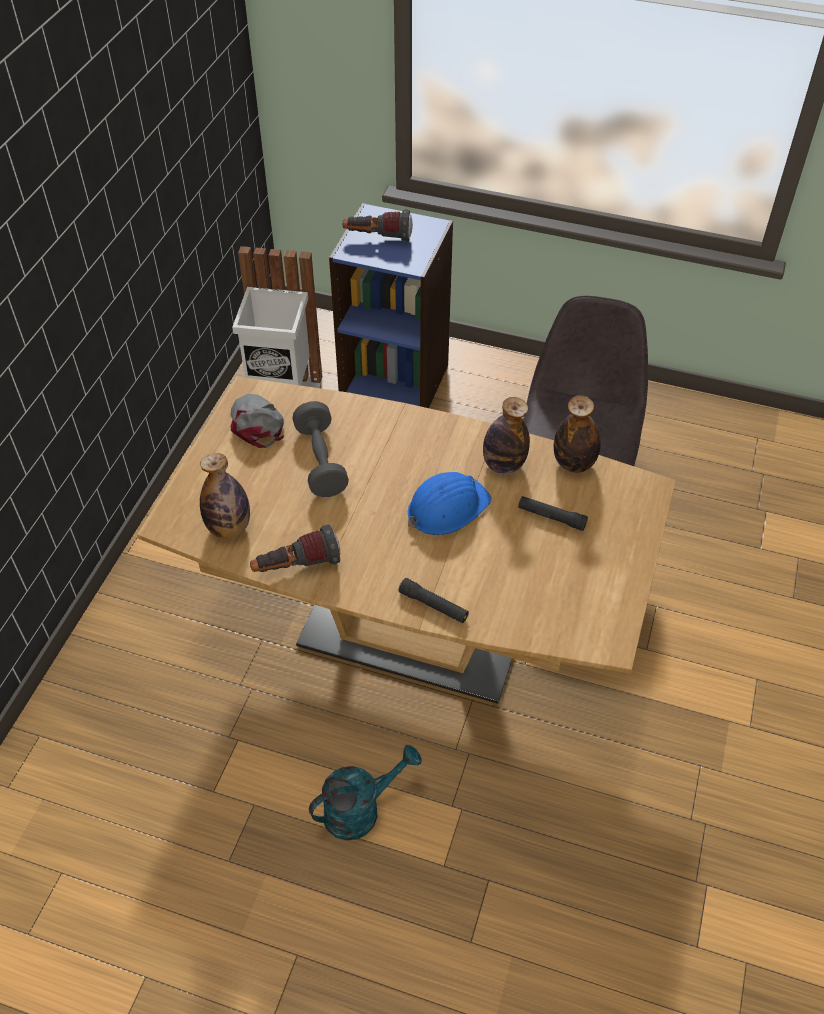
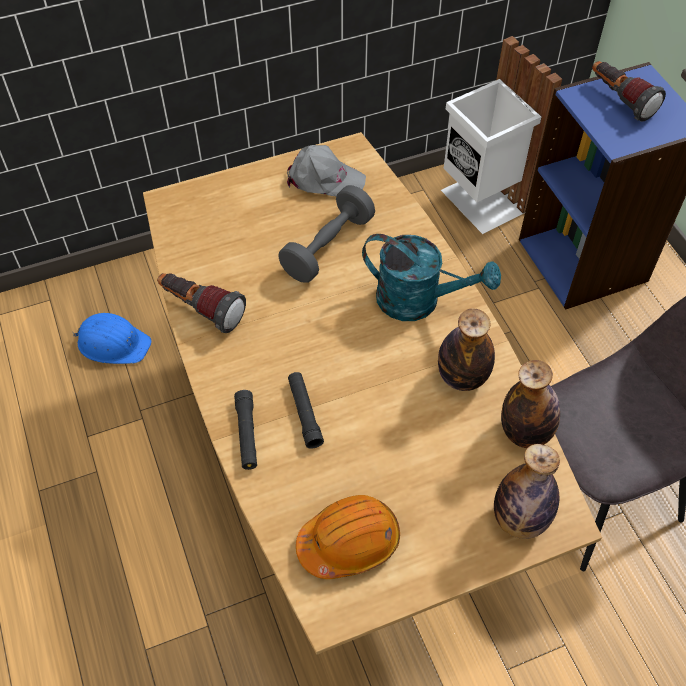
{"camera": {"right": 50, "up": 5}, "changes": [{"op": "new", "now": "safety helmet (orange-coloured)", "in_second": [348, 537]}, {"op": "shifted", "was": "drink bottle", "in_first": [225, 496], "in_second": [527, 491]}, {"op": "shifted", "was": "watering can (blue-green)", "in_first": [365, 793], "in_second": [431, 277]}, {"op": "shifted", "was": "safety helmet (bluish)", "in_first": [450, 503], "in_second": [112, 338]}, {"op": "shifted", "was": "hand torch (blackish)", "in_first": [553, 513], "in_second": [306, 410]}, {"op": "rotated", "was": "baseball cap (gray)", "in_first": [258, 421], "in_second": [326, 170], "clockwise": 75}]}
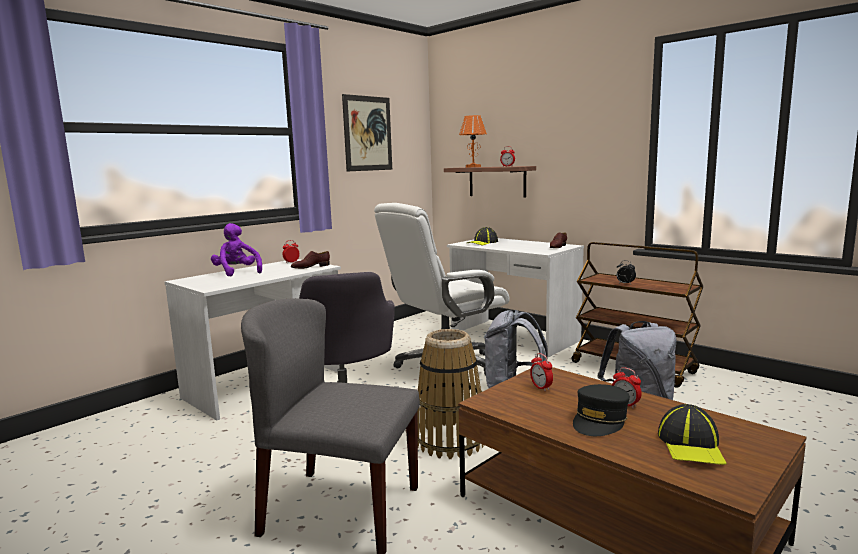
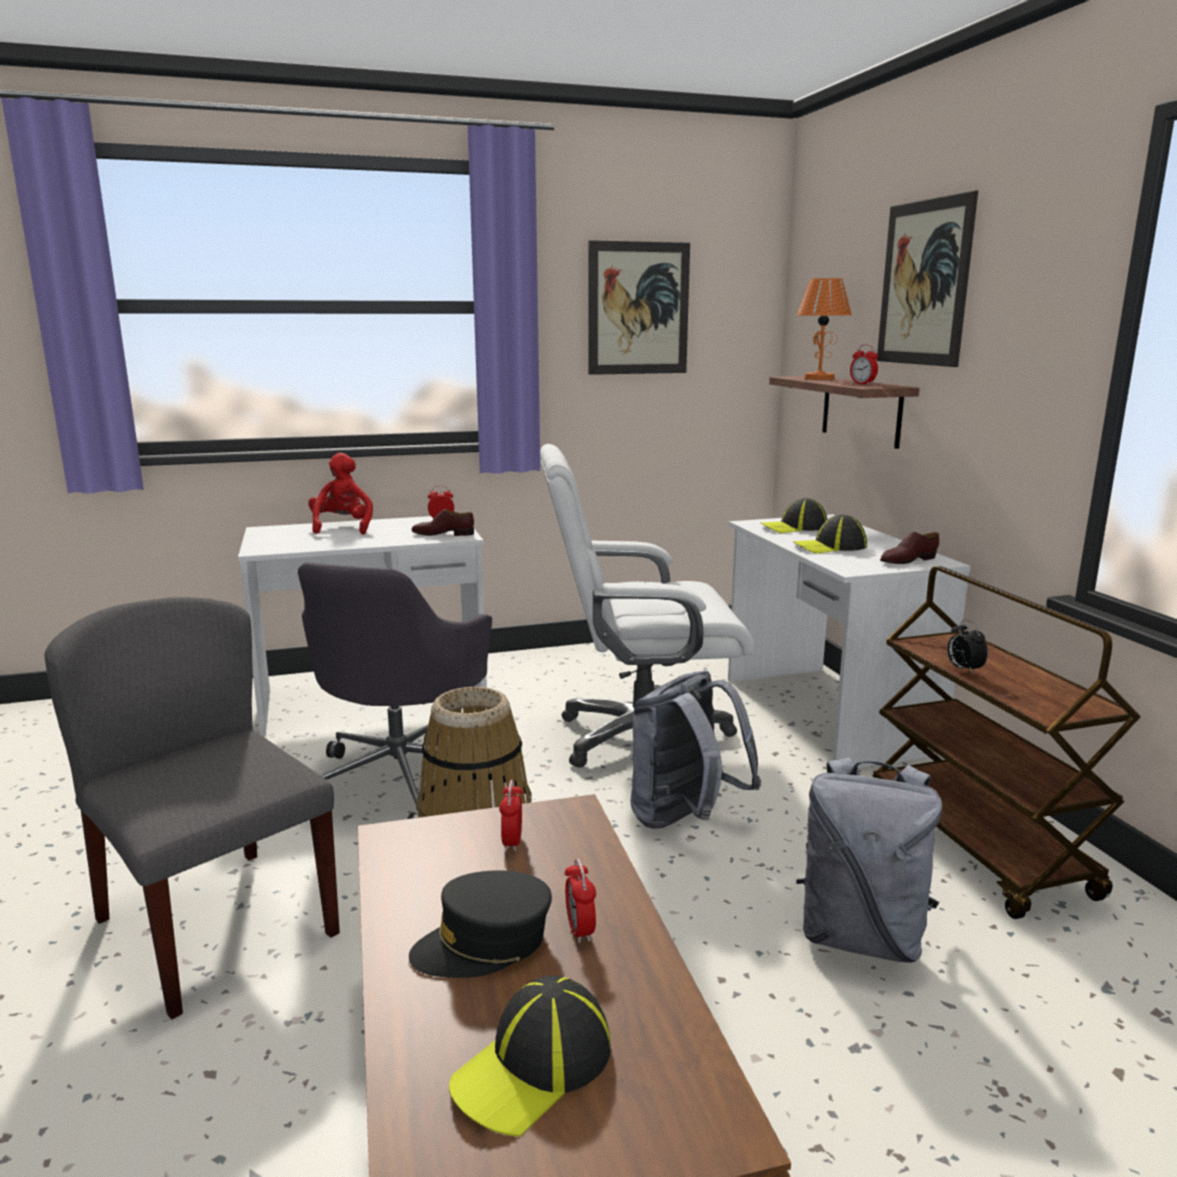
{"camera": {"right": 30, "up": 5}, "changes": [{"op": "new", "now": "baseball cap", "in_second": [830, 534]}, {"op": "new", "now": "wall art", "in_second": [927, 278]}, {"op": "repainted", "was": "plush toy (purplish)", "now": "plush toy (red-coloured)", "in_first": [236, 250], "in_second": [340, 494]}]}
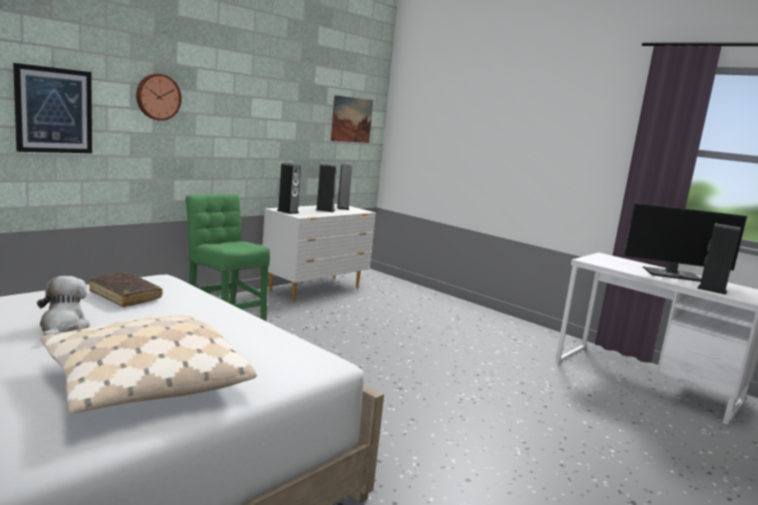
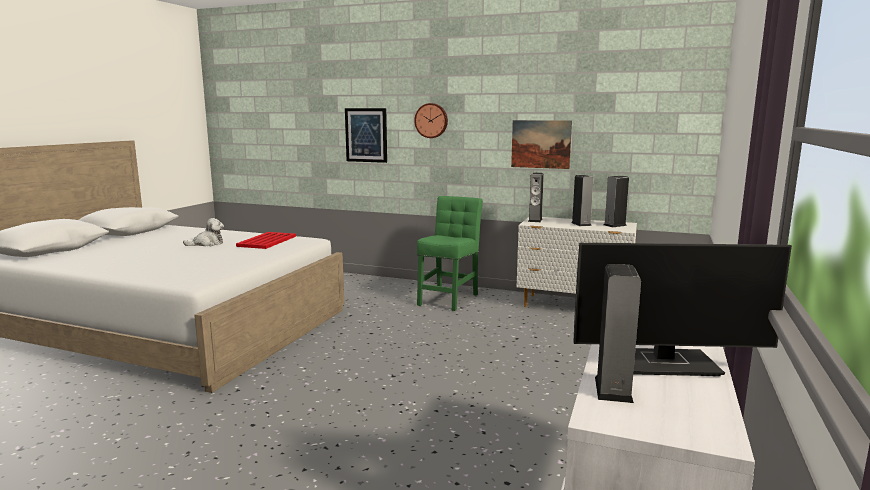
{"camera": {"right": 70, "up": 0}, "changes": [{"op": "gone", "was": "cushion (beige)", "in_first": [148, 364]}, {"op": "shifted", "was": "wall art", "in_first": [352, 119], "in_second": [541, 144]}, {"op": "swapped", "was": "book (brown)", "now": "tray (red-coloured)", "in_first": [126, 289], "in_second": [266, 240]}, {"op": "rotated", "was": "monitor", "in_first": [685, 242], "in_second": [682, 309], "clockwise": -75}]}
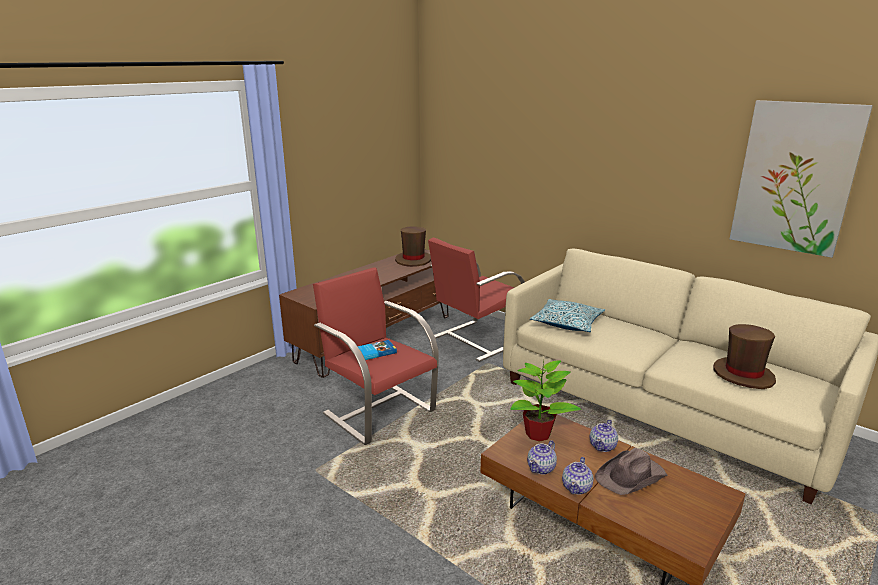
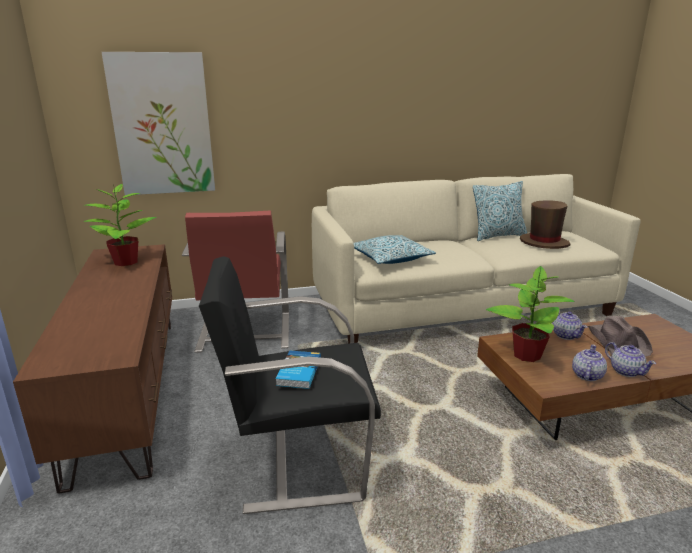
{"camera": {"right": -55, "up": 0}, "changes": [{"op": "new", "now": "cushion", "in_second": [500, 211]}, {"op": "shifted", "was": "wall art", "in_first": [801, 179], "in_second": [158, 123]}, {"op": "swapped", "was": "hat (brown)", "now": "houseplant", "in_first": [413, 246], "in_second": [120, 224]}, {"op": "repainted", "was": "lounge chair (red-coloured)", "now": "lounge chair (blackish)", "in_first": [375, 356], "in_second": [290, 385]}, {"op": "rotated", "was": "teapot", "in_first": [542, 457], "in_second": [589, 362], "clockwise": -135}]}
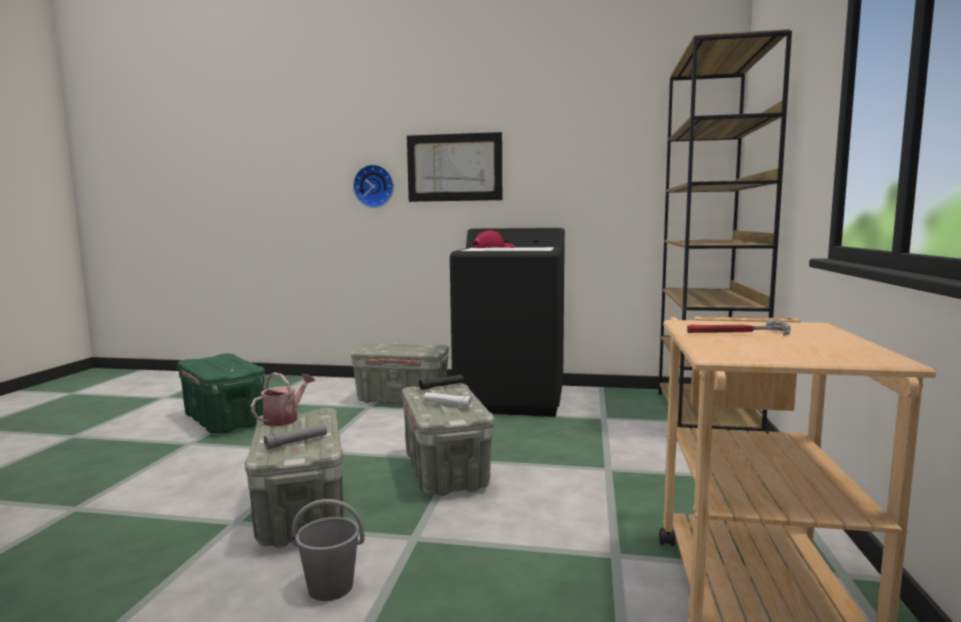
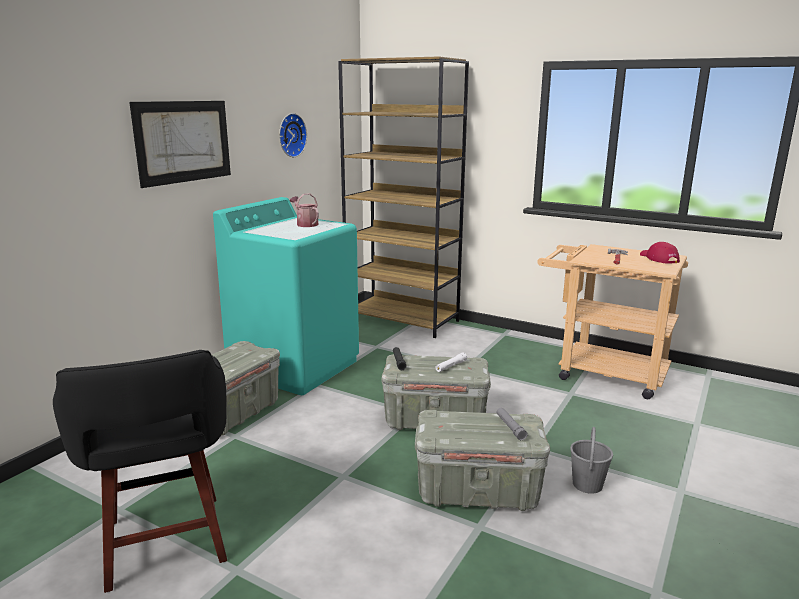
{"camera": {"right": -70, "up": 10}, "changes": [{"op": "shifted", "was": "watering can", "in_first": [283, 399], "in_second": [304, 210]}, {"op": "shifted", "was": "wall clock", "in_first": [373, 186], "in_second": [293, 135]}, {"op": "shifted", "was": "baseball cap (red-coloured)", "in_first": [493, 239], "in_second": [660, 252]}, {"op": "swapped", "was": "storage bin (greenish)", "now": "sitting stool (blackish)", "in_first": [221, 393], "in_second": [140, 471]}, {"op": "repainted", "was": "laundry appliance (blackish)", "now": "laundry appliance (blue-green)", "in_first": [507, 322], "in_second": [286, 296]}]}
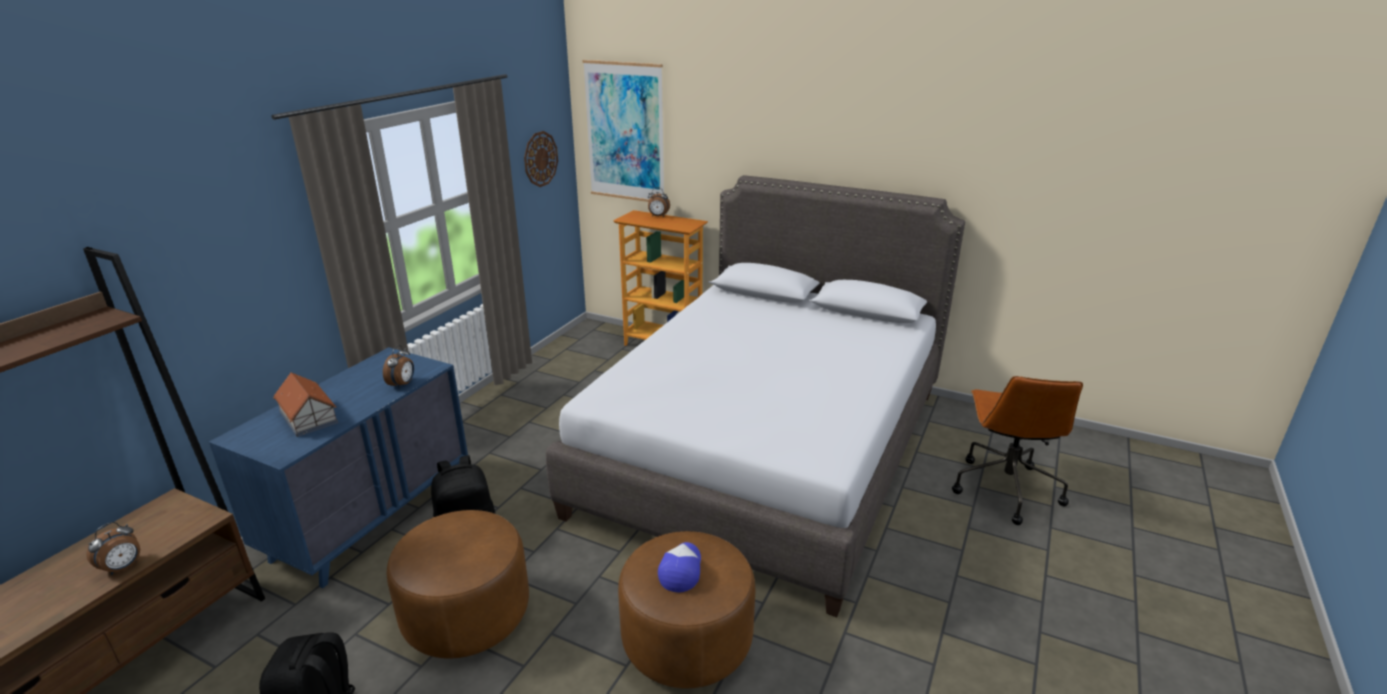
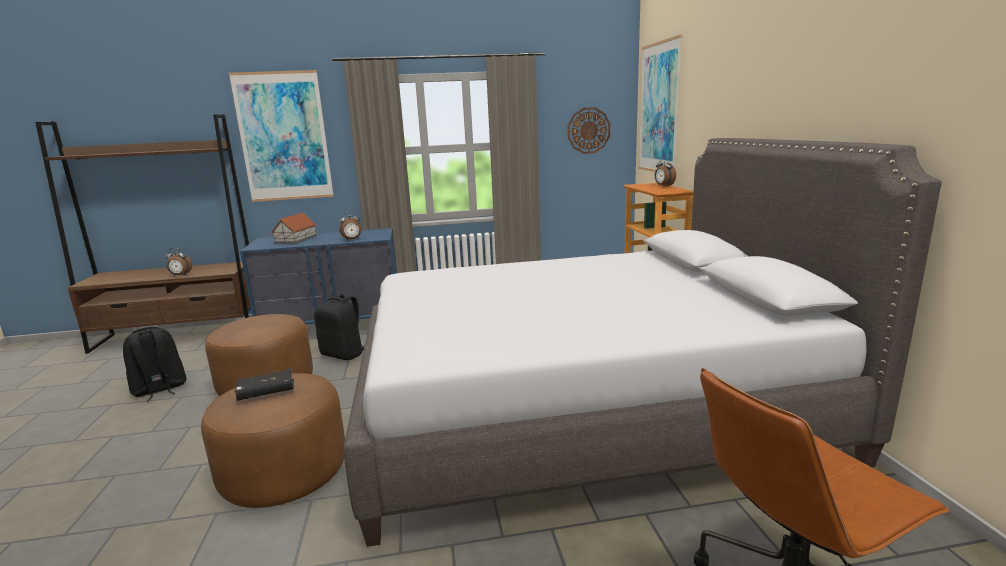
{"camera": {"right": 55, "up": -10}, "changes": [{"op": "new", "now": "wall art", "in_second": [281, 136]}, {"op": "swapped", "was": "baseball cap", "now": "book (blackish)", "in_first": [679, 567], "in_second": [264, 384]}]}
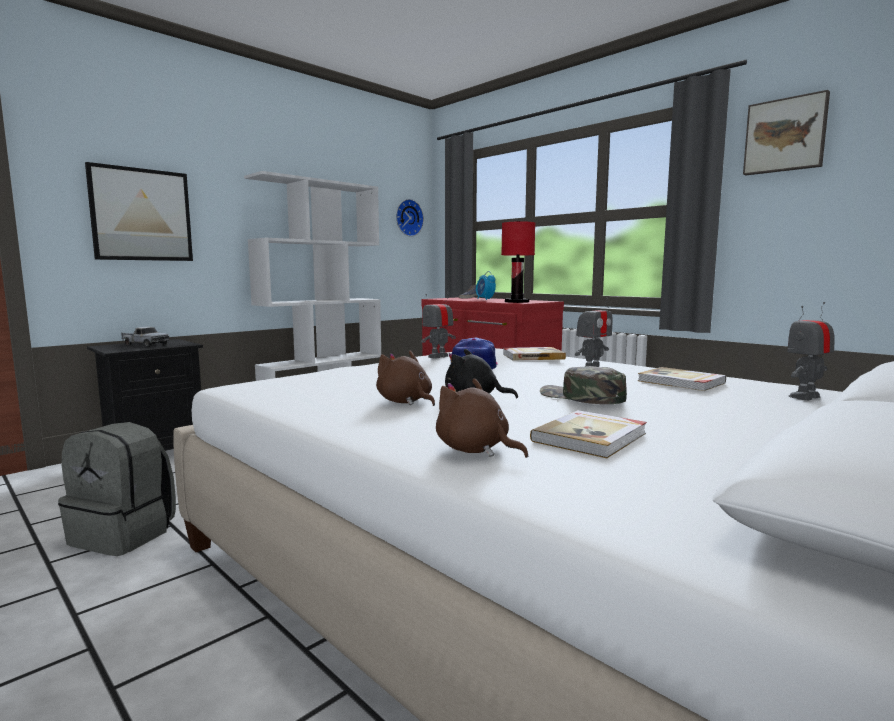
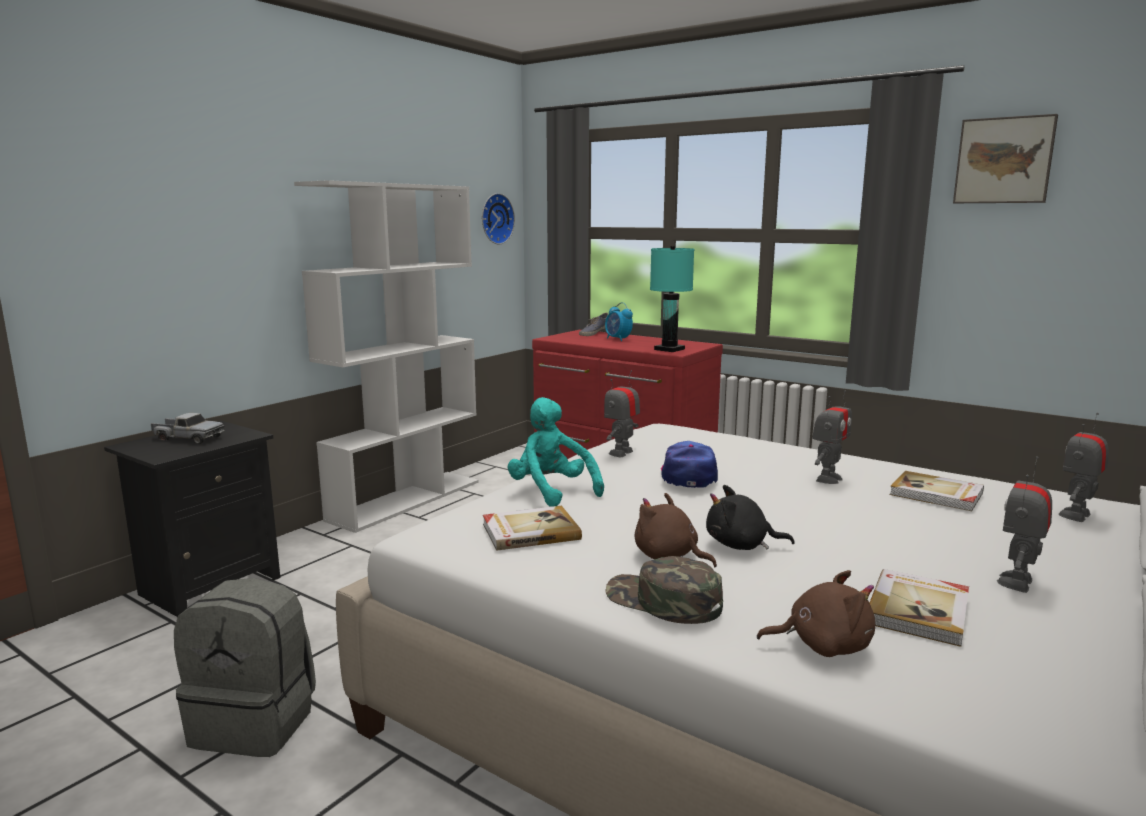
{"camera": {"right": -10, "up": 5}, "changes": [{"op": "gone", "was": "wall art", "in_first": [139, 211]}, {"op": "new", "now": "plush toy (blue-green)", "in_second": [556, 452]}, {"op": "new", "now": "model robot", "in_second": [1024, 524]}, {"op": "shifted", "was": "book", "in_first": [534, 354], "in_second": [532, 528]}, {"op": "shifted", "was": "baseball cap (greenish)", "in_first": [583, 385], "in_second": [664, 590]}, {"op": "repainted", "was": "tabletop lamp (red-coloured)", "now": "tabletop lamp (blue-green)", "in_first": [518, 262], "in_second": [672, 299]}, {"op": "rotated", "was": "plush toy (brown)", "in_first": [482, 418], "in_second": [816, 613], "clockwise": 150}]}
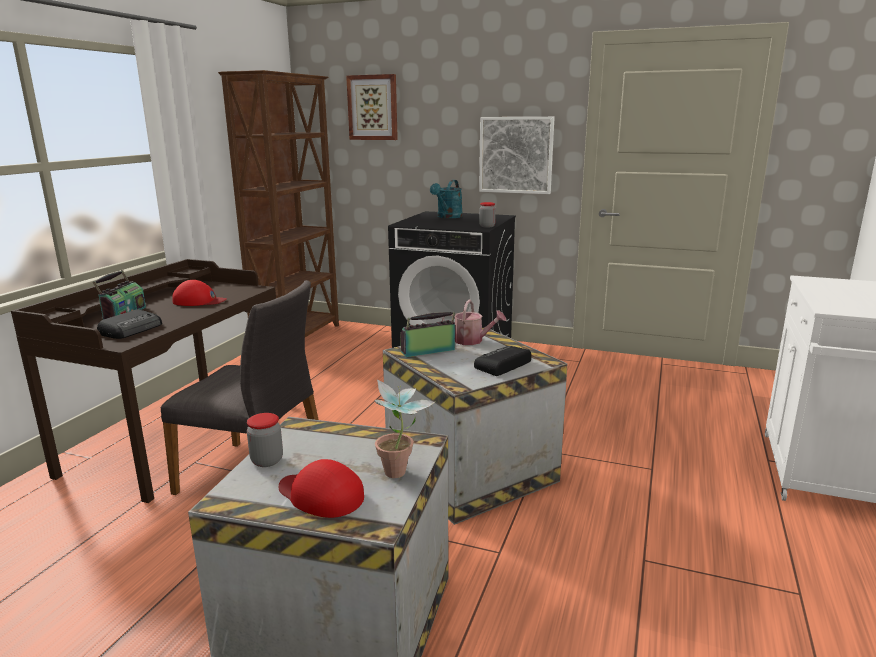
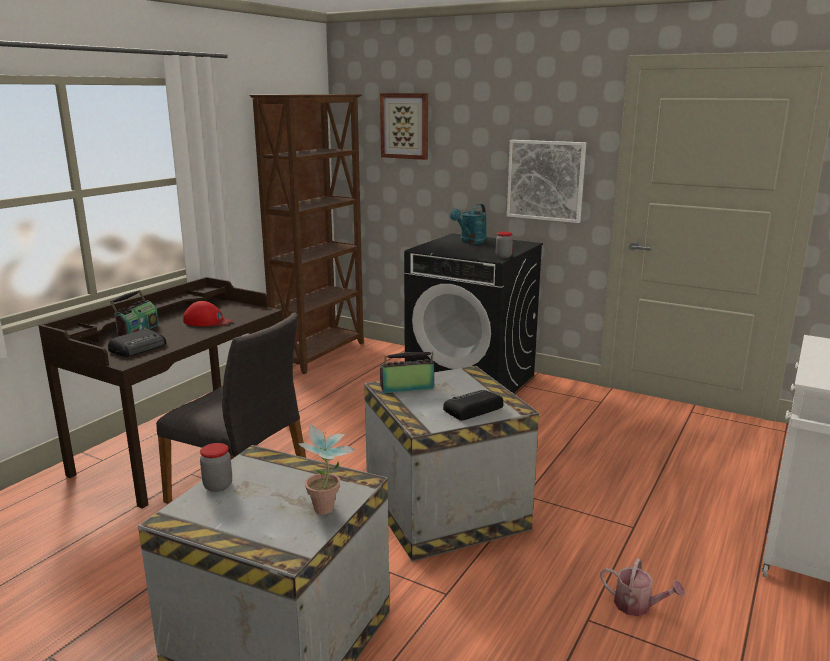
{"camera": {"right": 10, "up": 0}, "changes": [{"op": "gone", "was": "baseball cap (red-coloured)", "in_first": [321, 488]}, {"op": "shifted", "was": "watering can", "in_first": [474, 322], "in_second": [642, 587]}]}
